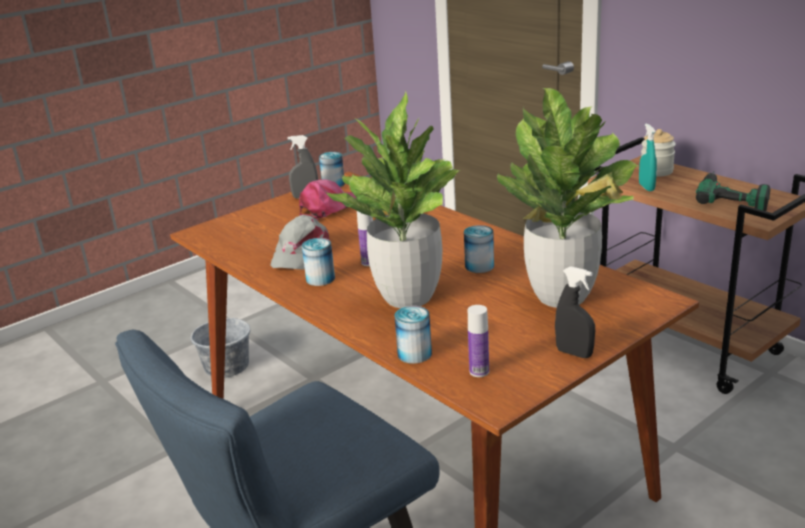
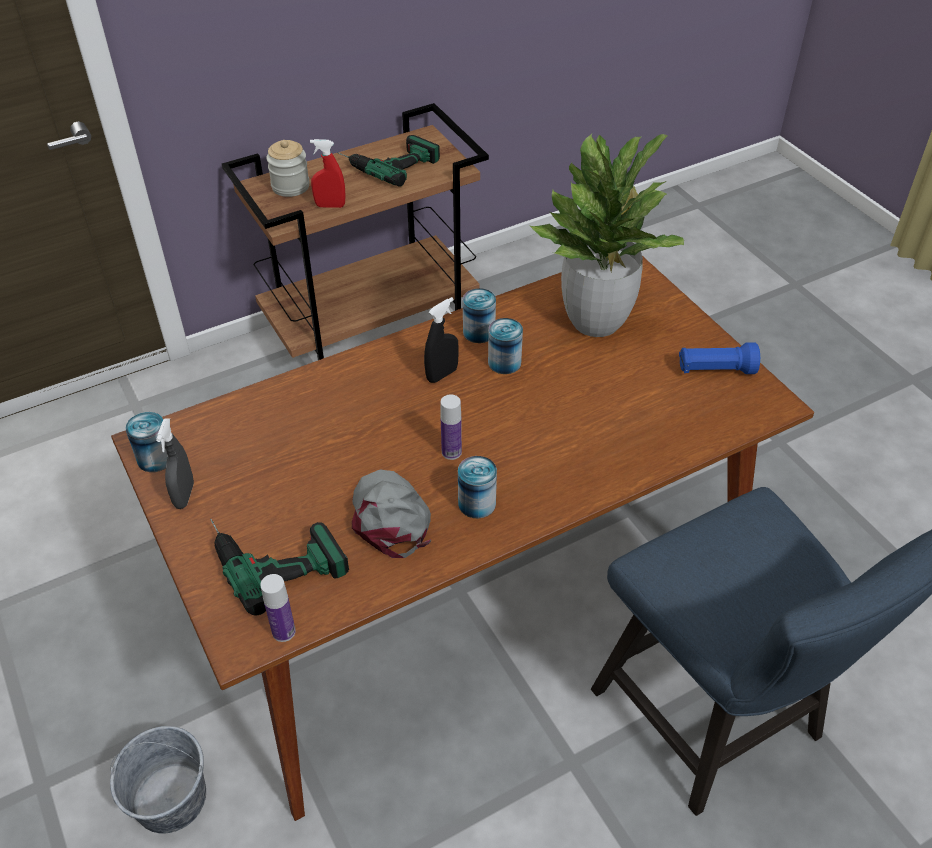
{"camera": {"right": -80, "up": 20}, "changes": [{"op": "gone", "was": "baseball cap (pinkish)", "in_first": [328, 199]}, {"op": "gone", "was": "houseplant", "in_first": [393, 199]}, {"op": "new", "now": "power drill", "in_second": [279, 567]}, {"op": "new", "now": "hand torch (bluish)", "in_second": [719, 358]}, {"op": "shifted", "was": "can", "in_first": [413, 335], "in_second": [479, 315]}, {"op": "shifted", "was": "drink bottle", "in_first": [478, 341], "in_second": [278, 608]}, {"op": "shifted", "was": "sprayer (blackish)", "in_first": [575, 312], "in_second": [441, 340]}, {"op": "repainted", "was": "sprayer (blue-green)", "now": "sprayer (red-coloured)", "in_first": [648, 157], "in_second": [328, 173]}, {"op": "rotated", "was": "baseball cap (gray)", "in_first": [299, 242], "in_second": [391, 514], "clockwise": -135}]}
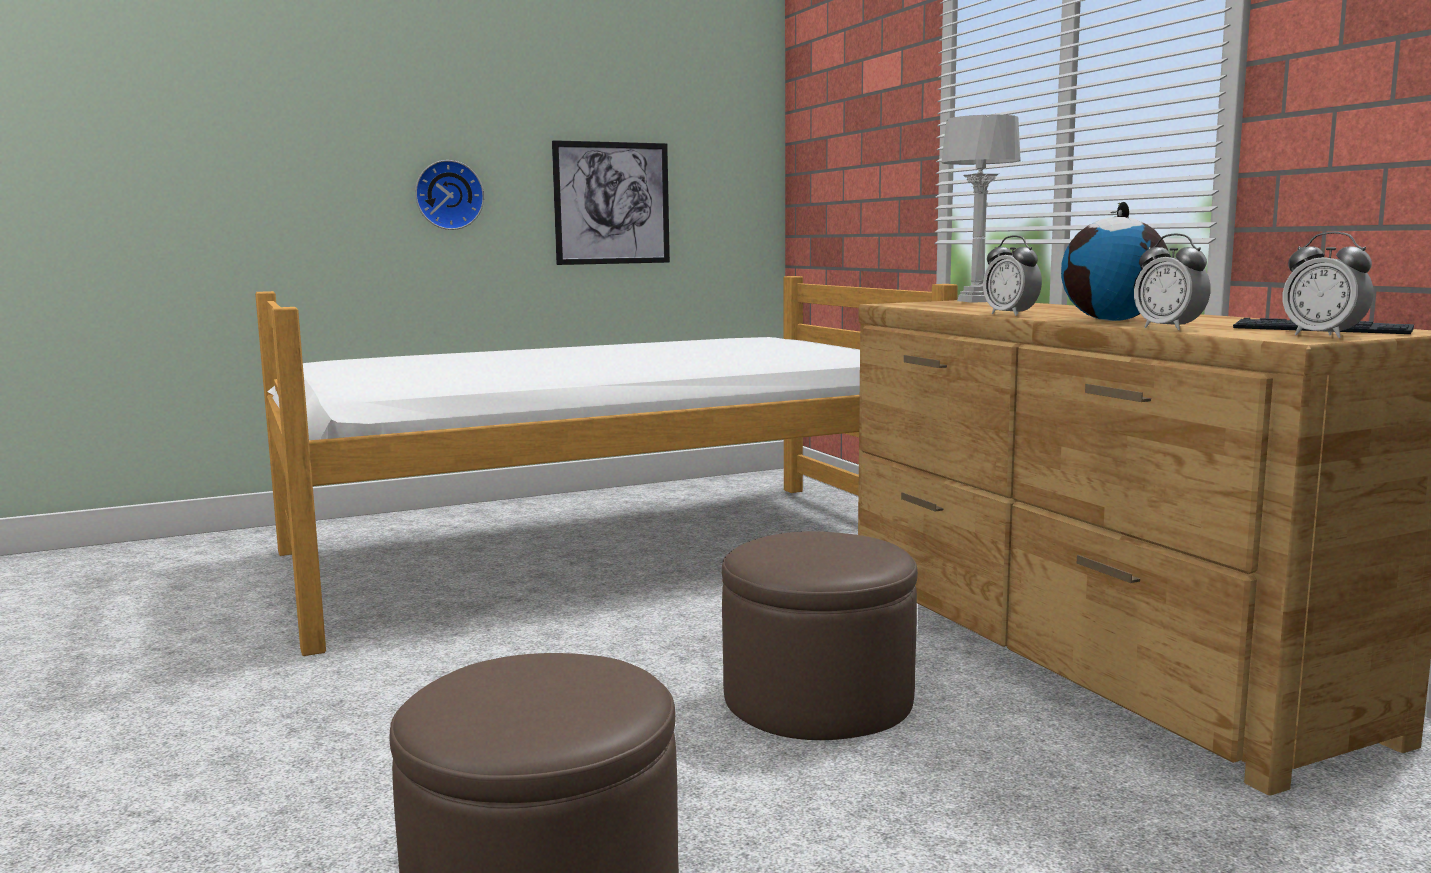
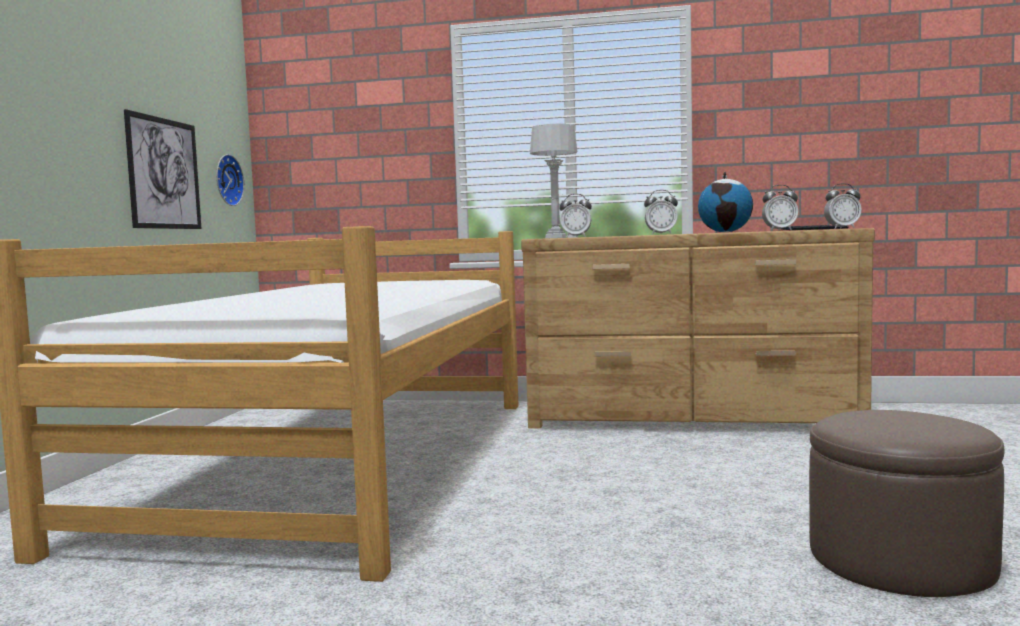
{"camera": {"right": -55, "up": -5}, "changes": [{"op": "gone", "was": "footrest (brown)", "in_first": [820, 635]}, {"op": "new", "now": "alarm clock", "in_second": [575, 215]}, {"op": "shifted", "was": "wall clock", "in_first": [449, 195], "in_second": [230, 180]}]}
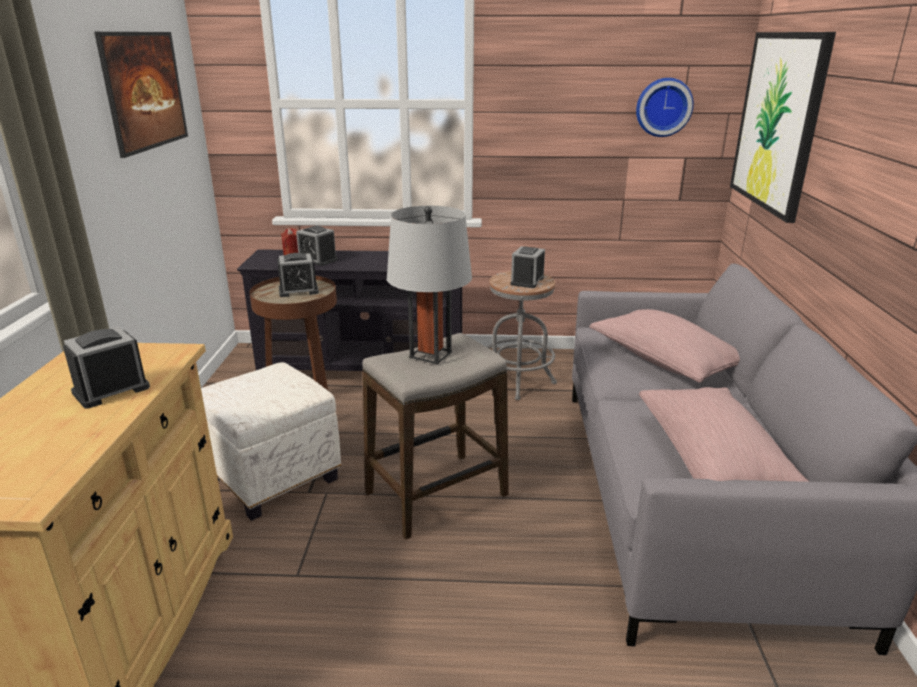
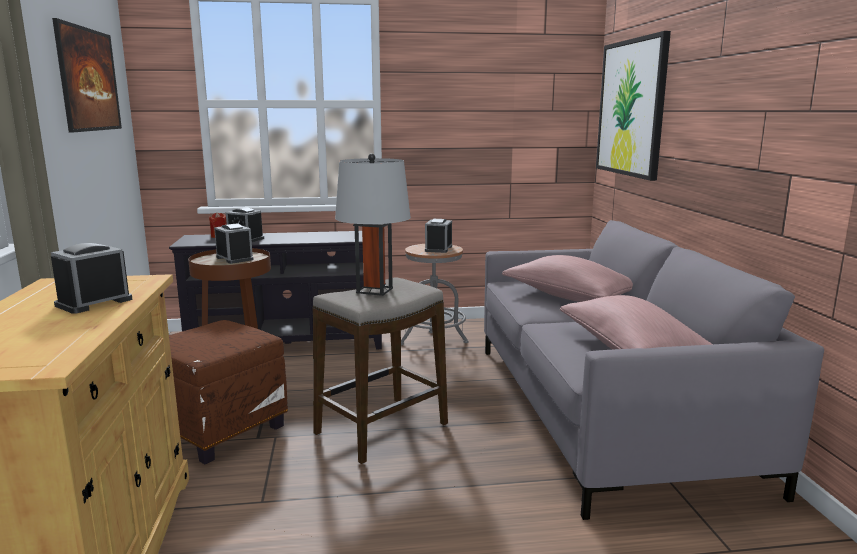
{"camera": {"right": -10, "up": -10}, "changes": [{"op": "gone", "was": "wall clock", "in_first": [665, 107]}, {"op": "repainted", "was": "footrest (white-coloured)", "now": "footrest (brown)", "in_first": [271, 441], "in_second": [228, 392]}, {"op": "rotated", "was": "alarm clock", "in_first": [298, 275], "in_second": [234, 243], "clockwise": -105}]}
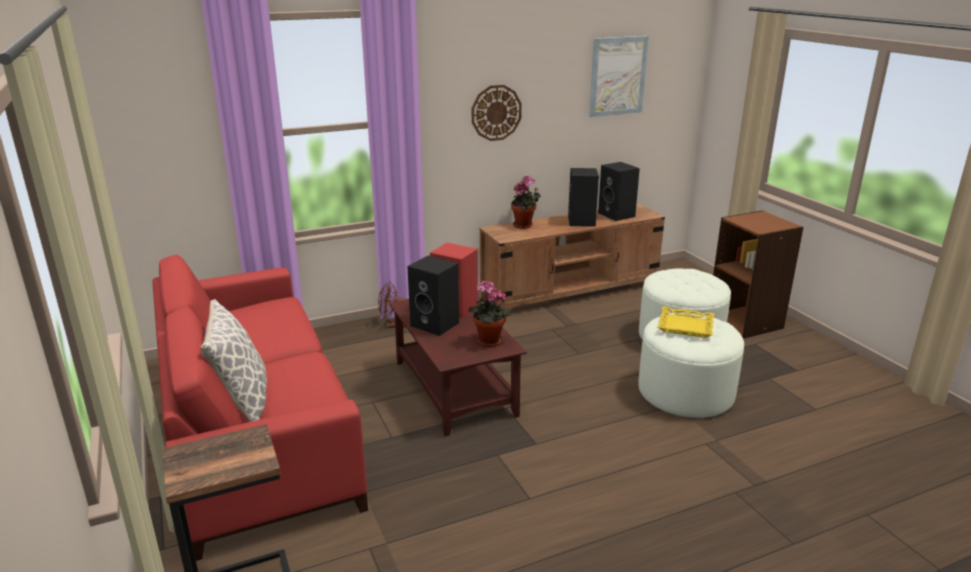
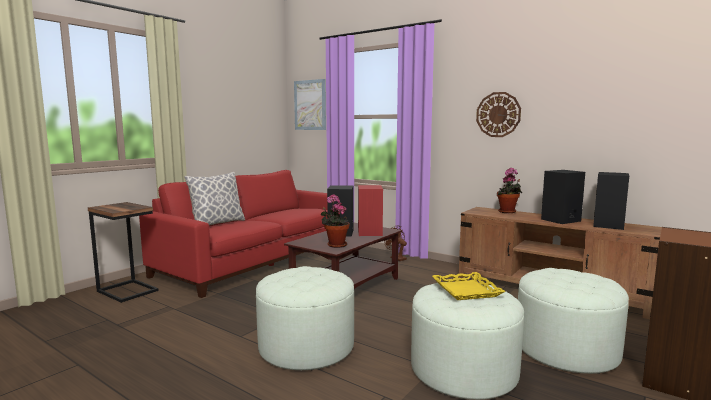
{"camera": {"right": 60, "up": -15}, "changes": [{"op": "new", "now": "footrest (white-coloured)", "in_second": [305, 318]}, {"op": "shifted", "was": "wall art", "in_first": [619, 76], "in_second": [310, 104]}]}
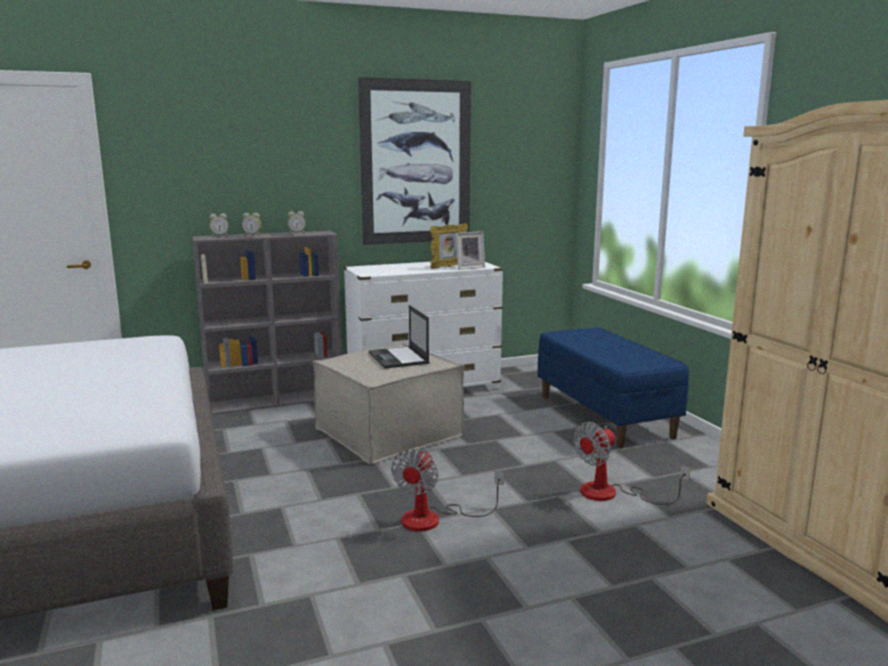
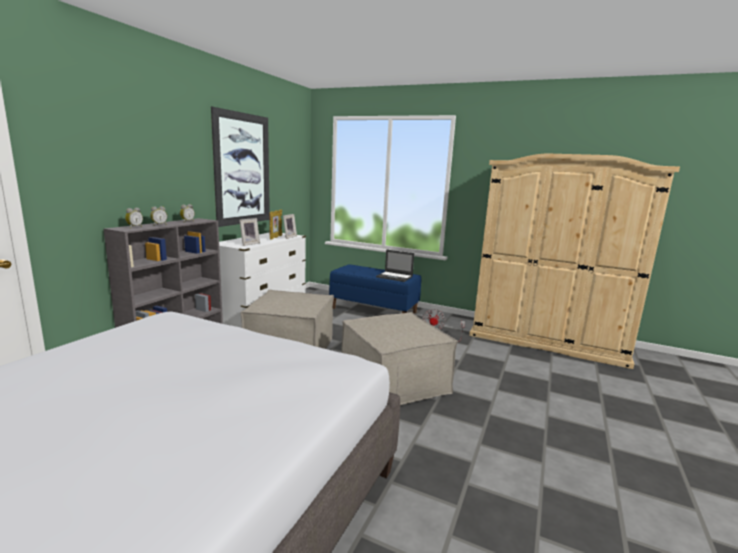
{"camera": {"right": -45, "up": 0}, "changes": [{"op": "new", "now": "photo frame", "in_second": [249, 232]}, {"op": "shifted", "was": "portable computer", "in_first": [399, 337], "in_second": [395, 266]}, {"op": "swapped", "was": "fan", "now": "footrest (beige)", "in_first": [447, 490], "in_second": [399, 358]}]}
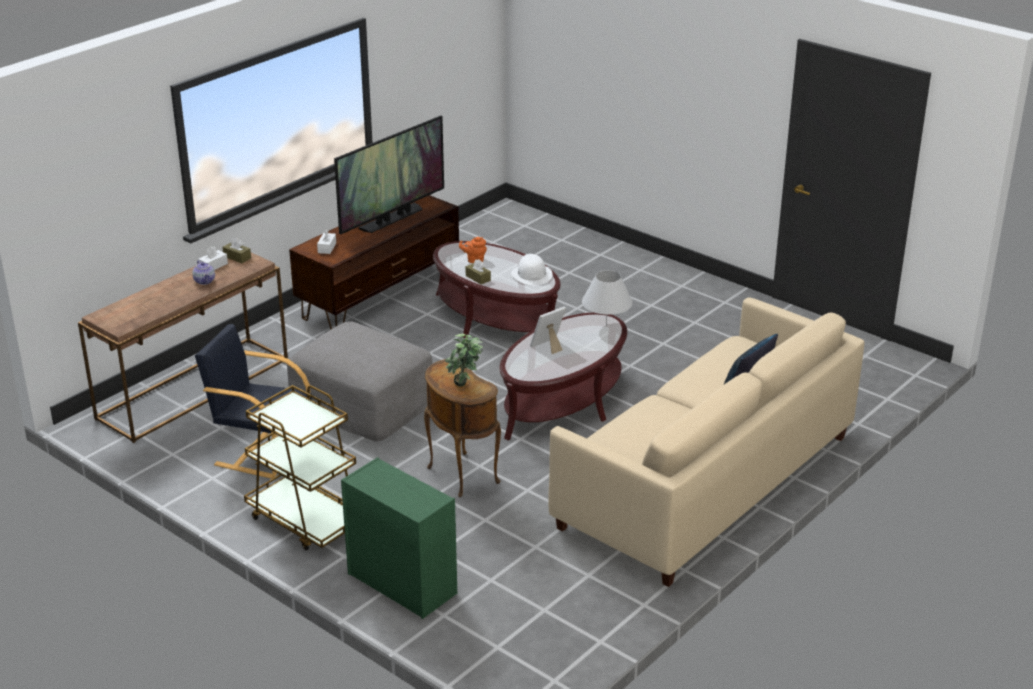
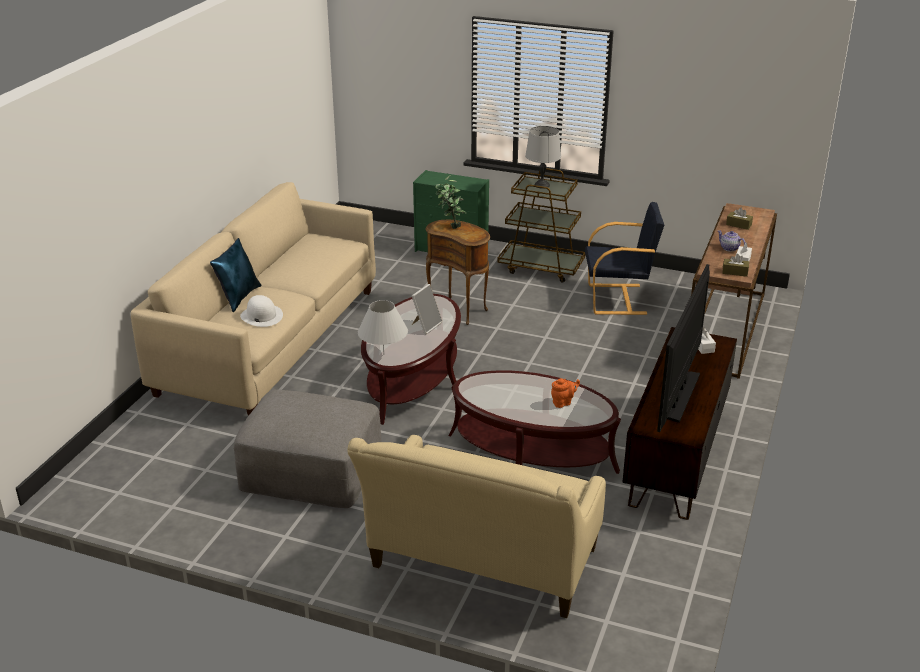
{"camera": {"right": 160, "up": 0}, "changes": [{"op": "new", "now": "couch (beige)", "in_second": [476, 526]}, {"op": "new", "now": "tabletop lamp (gray)", "in_second": [543, 157]}, {"op": "shifted", "was": "footrest (gray)", "in_first": [360, 381], "in_second": [308, 448]}, {"op": "shifted", "was": "box of tissues (brown)", "in_first": [478, 271], "in_second": [739, 219]}, {"op": "shifted", "was": "hat (white-coloured)", "in_first": [532, 269], "in_second": [261, 311]}]}
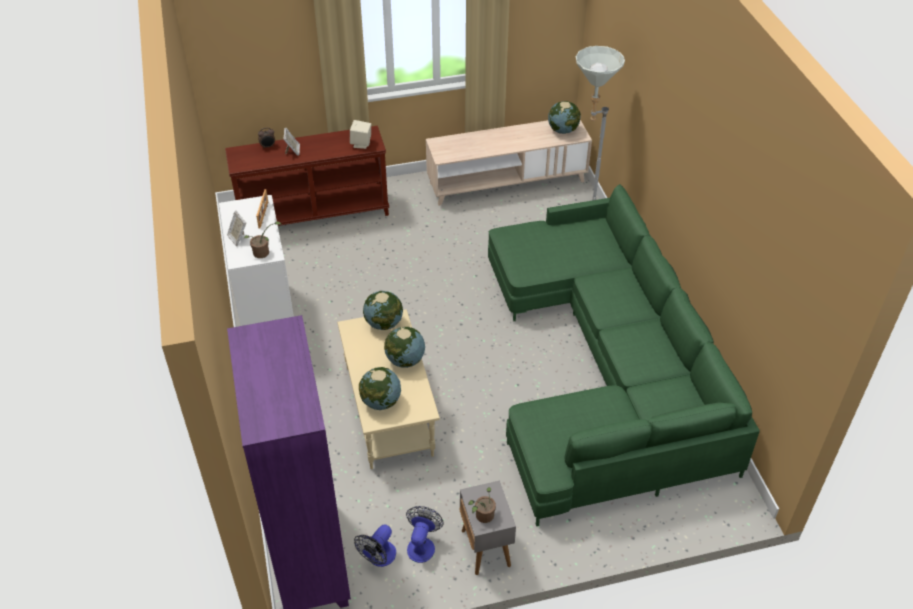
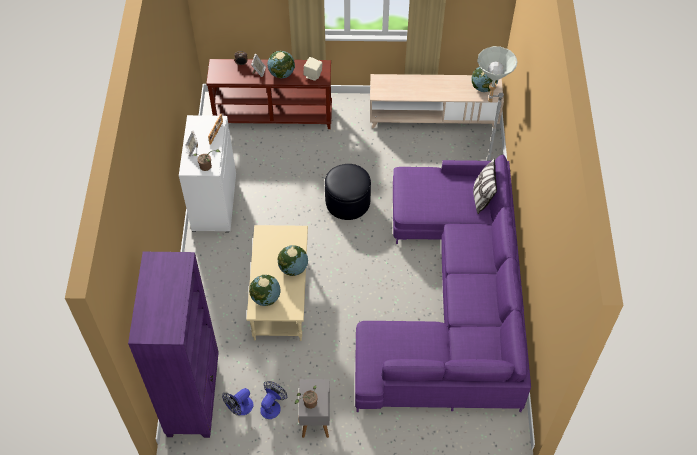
{"camera": {"right": 15, "up": 10}, "changes": [{"op": "new", "now": "footrest (blackish)", "in_second": [348, 192]}, {"op": "new", "now": "cushion", "in_second": [485, 186]}, {"op": "shifted", "was": "globe", "in_first": [383, 310], "in_second": [281, 64]}, {"op": "repainted", "was": "couch (greenish)", "now": "couch (purplish)", "in_first": [624, 355], "in_second": [443, 283]}]}
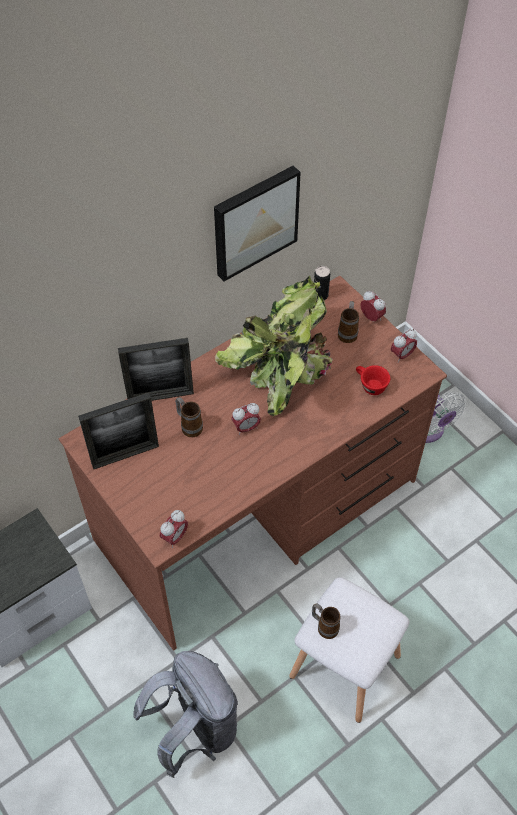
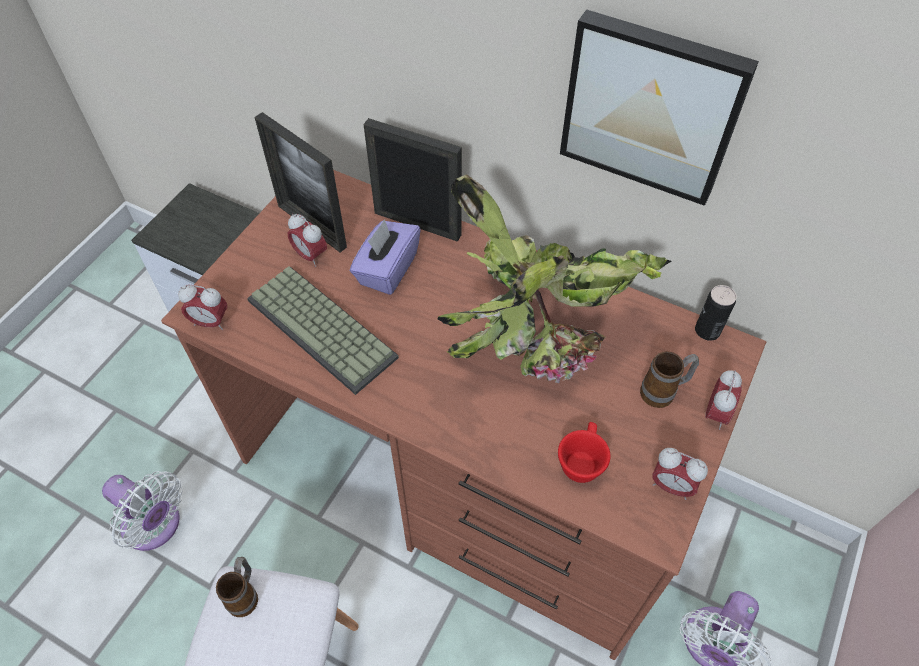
{"camera": {"right": 65, "up": 0}, "changes": [{"op": "new", "now": "PC keyboard", "in_second": [323, 330]}, {"op": "shifted", "was": "alarm clock", "in_first": [246, 419], "in_second": [307, 240]}, {"op": "swapped", "was": "backpack (gray)", "now": "fan (white-coloured)", "in_first": [185, 714], "in_second": [142, 511]}, {"op": "swapped", "was": "coffee mug", "now": "box of tissues (purplish)", "in_first": [189, 417], "in_second": [385, 257]}, {"op": "rotated", "was": "photo frame", "in_first": [156, 369], "in_second": [412, 180], "clockwise": 150}]}
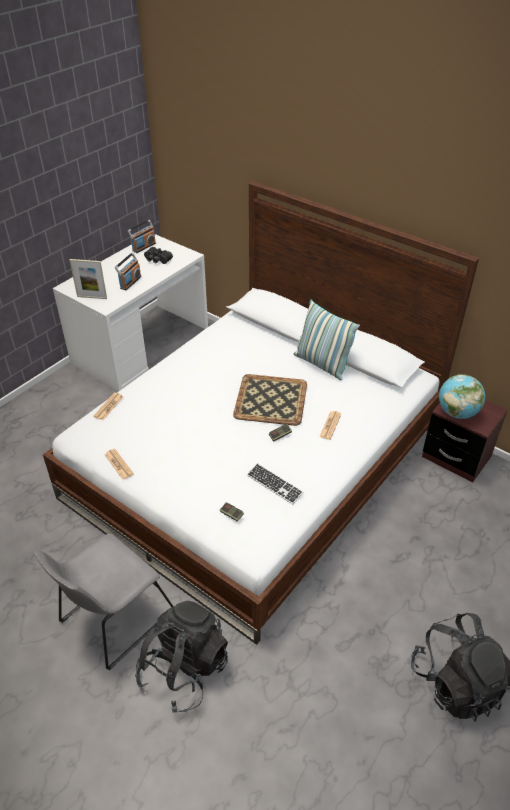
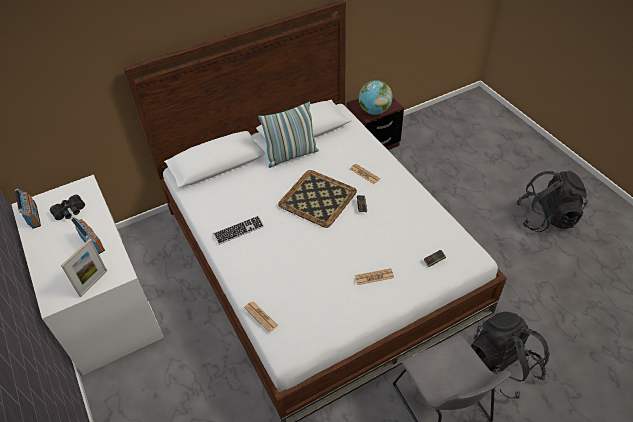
{"camera": {"right": -65, "up": 5}, "changes": [{"op": "shifted", "was": "newspaper", "in_first": [119, 464], "in_second": [374, 276]}, {"op": "shifted", "was": "PC keyboard", "in_first": [275, 483], "in_second": [238, 230]}]}
